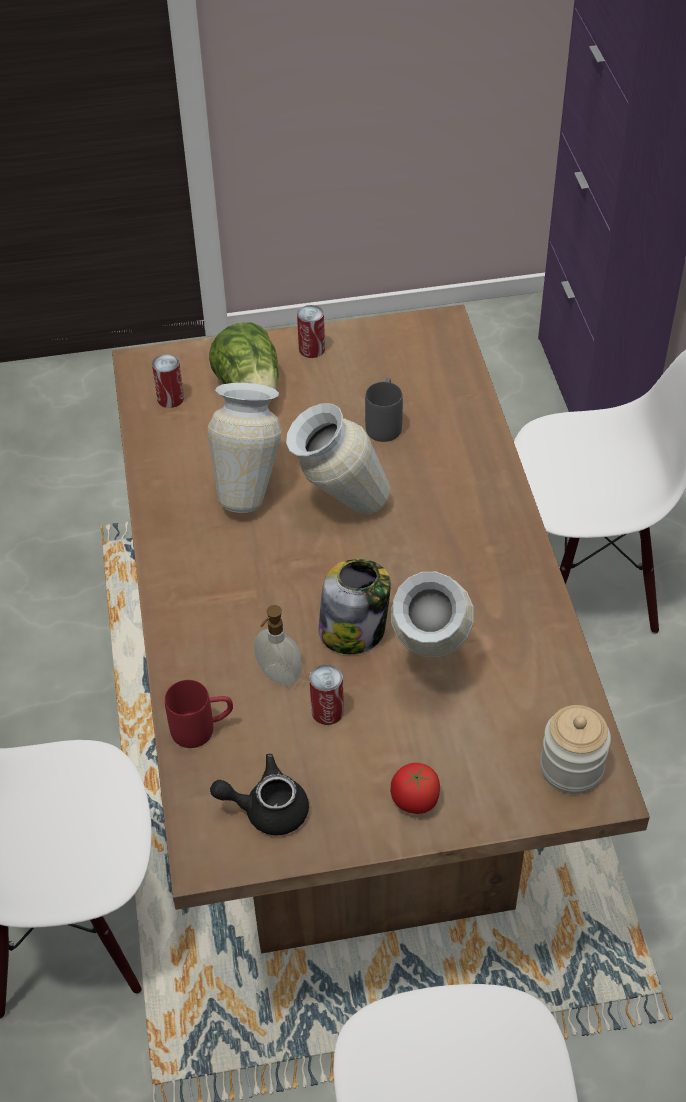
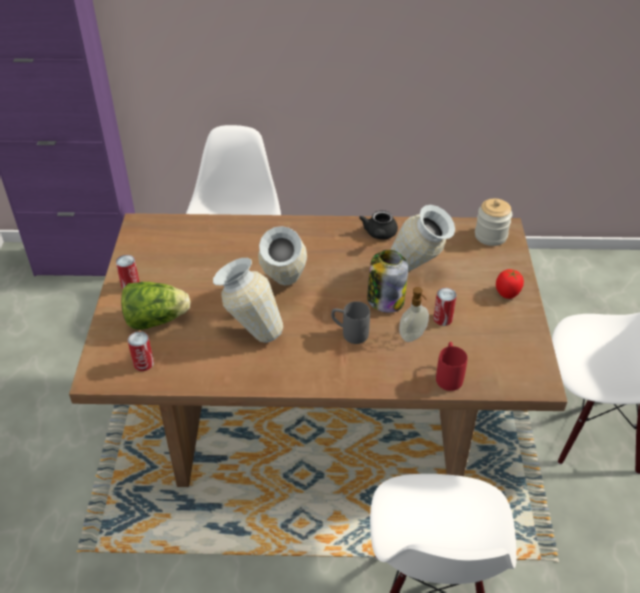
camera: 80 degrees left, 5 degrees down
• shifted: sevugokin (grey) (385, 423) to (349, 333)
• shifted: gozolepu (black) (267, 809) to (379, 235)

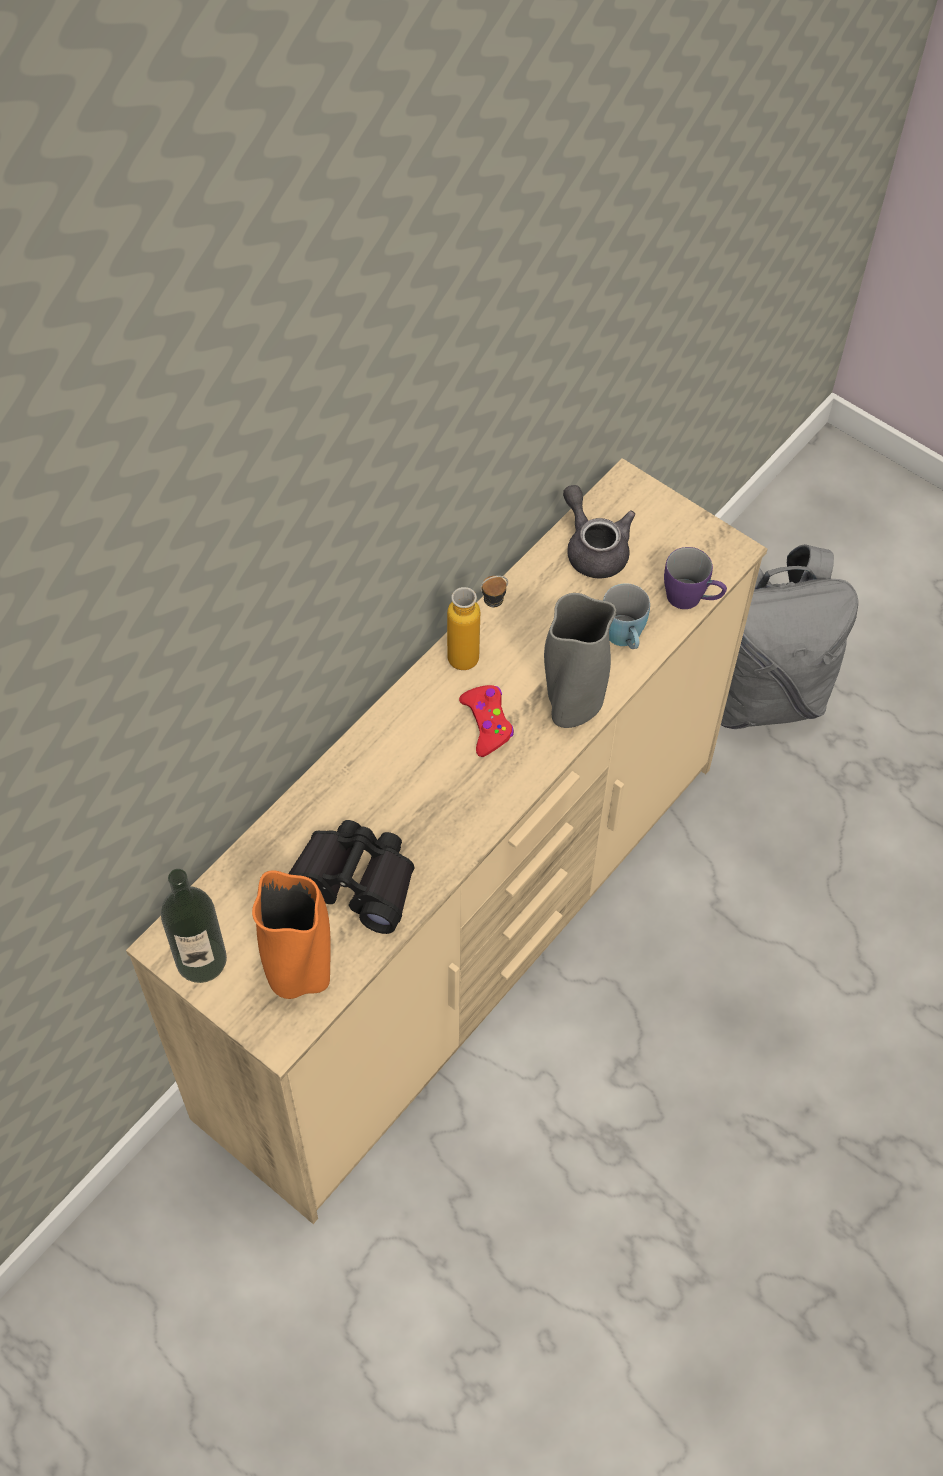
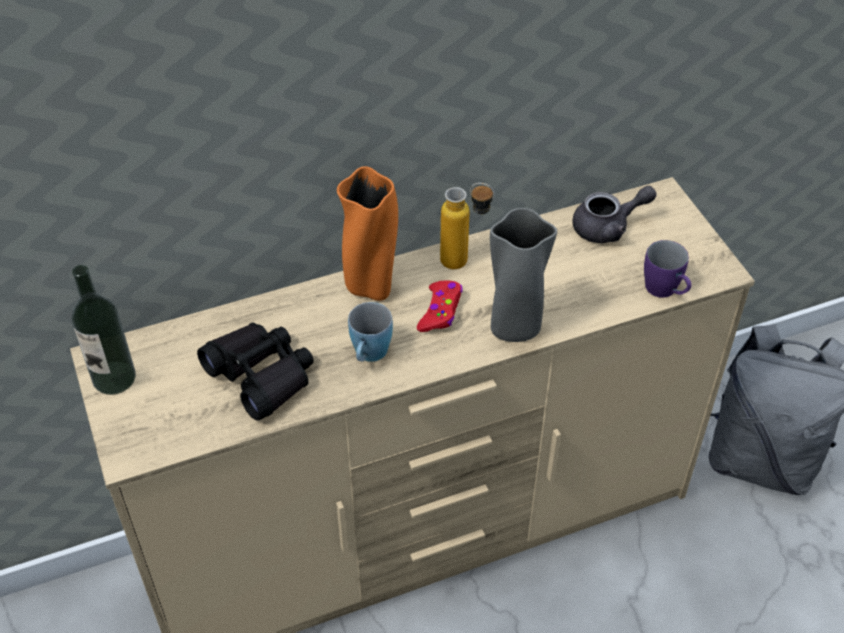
camera: 30 degrees right, 10 degrees down
• shifted: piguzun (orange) (299, 976) to (371, 287)
• shifted: sevugokin (blue) (625, 639) to (369, 355)
• rotated: gozolepu (grey) (594, 548) = (608, 227) 75 degrees clockwise

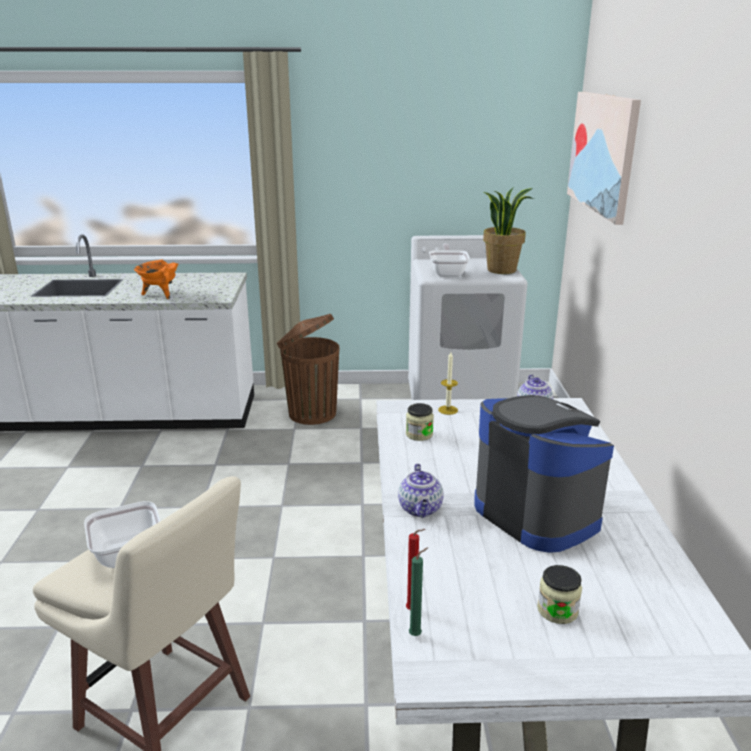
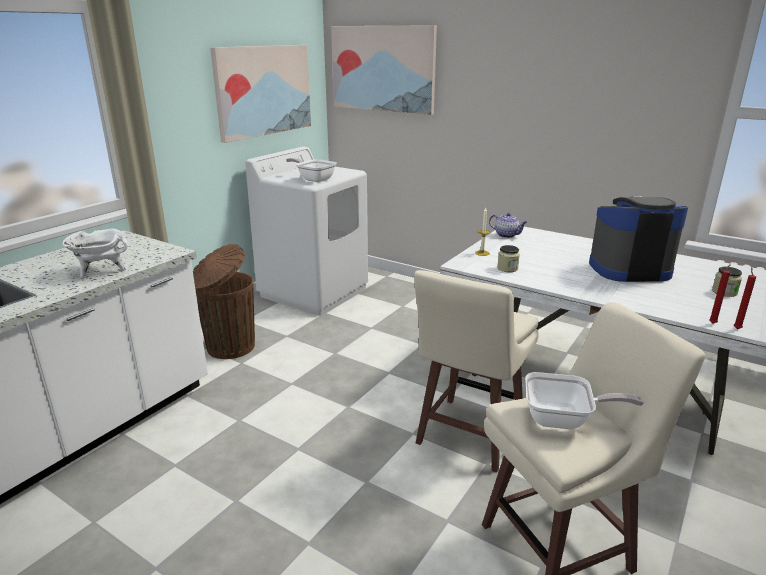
camera: 55 degrees left, 0 degrees up
• repainted: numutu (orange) (160, 294) to numutu (white) (101, 271)
• new: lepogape (263, 90)
• new: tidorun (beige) (468, 435)
• repainted: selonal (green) (417, 635) to selonal (red) (736, 328)
• gone: gozolepu (421, 509)
• gone: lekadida (502, 270)

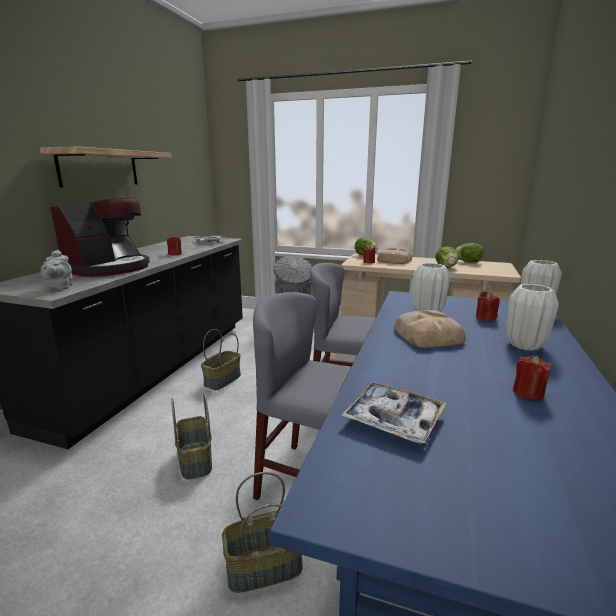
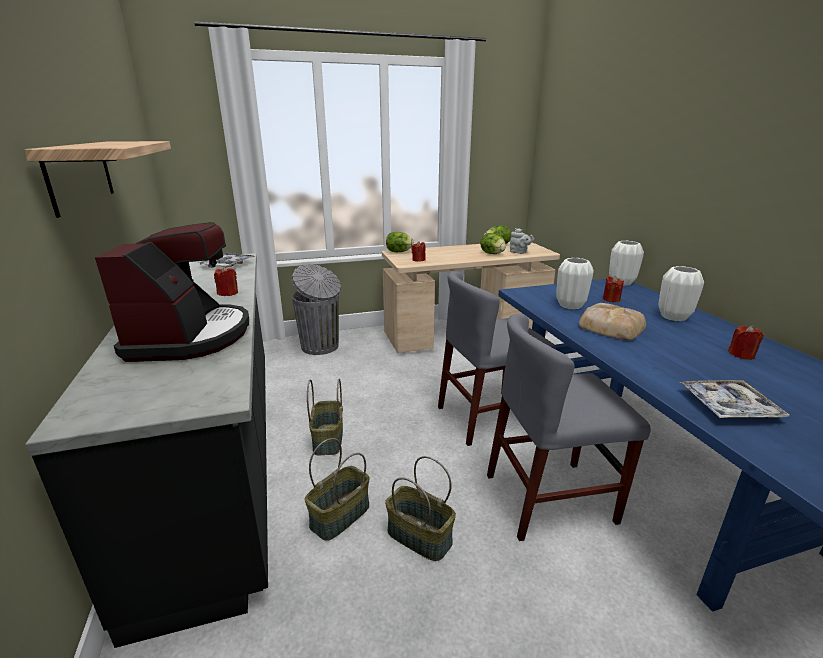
camera: 35 degrees left, 5 degrees up
• shifted: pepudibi (264, 569) to (340, 517)
• shifted: gozolepu (grey) (60, 287) to (519, 252)
• gone: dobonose (394, 260)

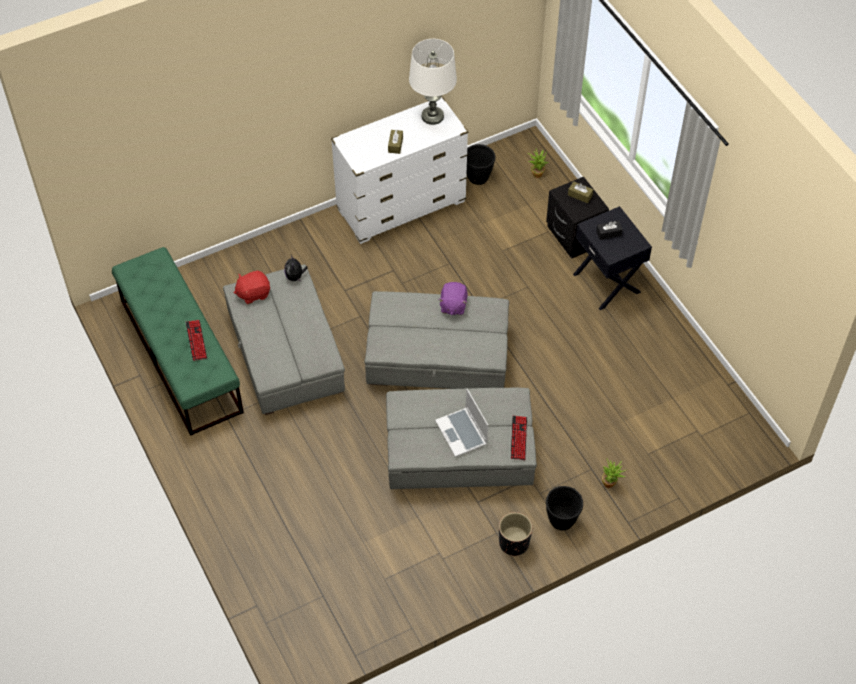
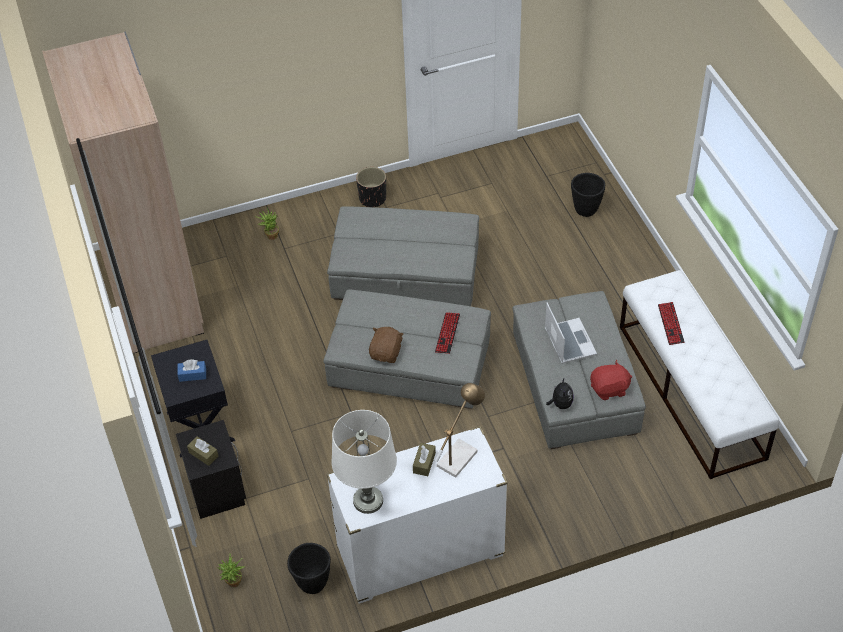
camera: 170 degrees left, 5 degrees down
• new: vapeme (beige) (153, 296)
• repainted: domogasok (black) (608, 233) to domogasok (blue) (192, 375)
• repainted: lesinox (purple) (453, 305) to lesinox (brown) (386, 353)
• shifted: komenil (518, 438) to (447, 333)
• new: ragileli (460, 454)
• shifted: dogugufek (462, 433) to (569, 341)
• shifted: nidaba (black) (561, 521) to (585, 210)
• repainted: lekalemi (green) (180, 355) to lekalemi (white) (691, 391)

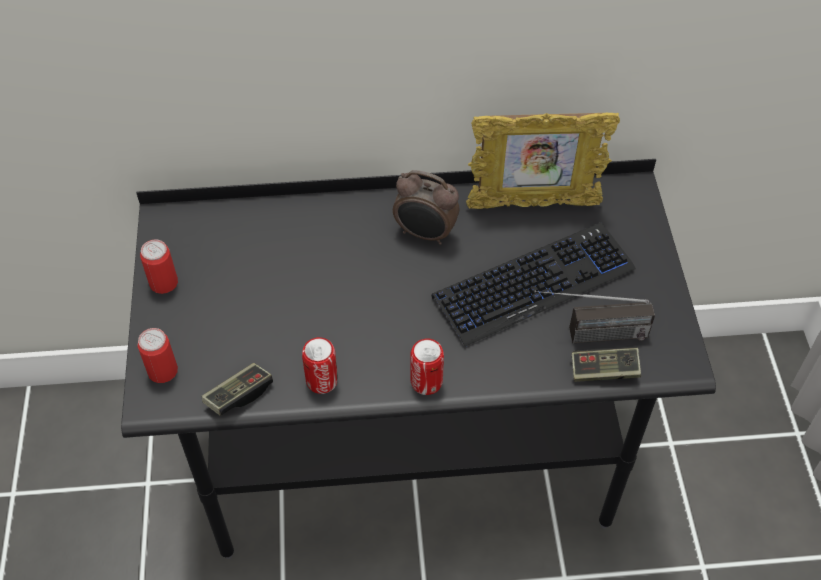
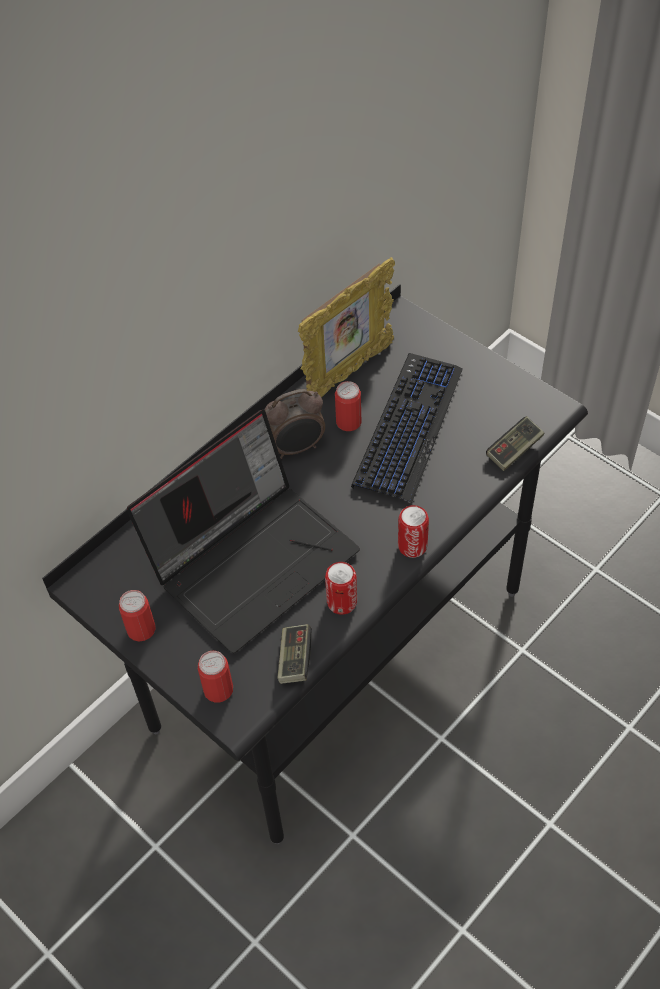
camera: 40 degrees left, 0 degrees up
• new: dogugufek (253, 558)
• new: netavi (348, 422)
• gone: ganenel (588, 336)

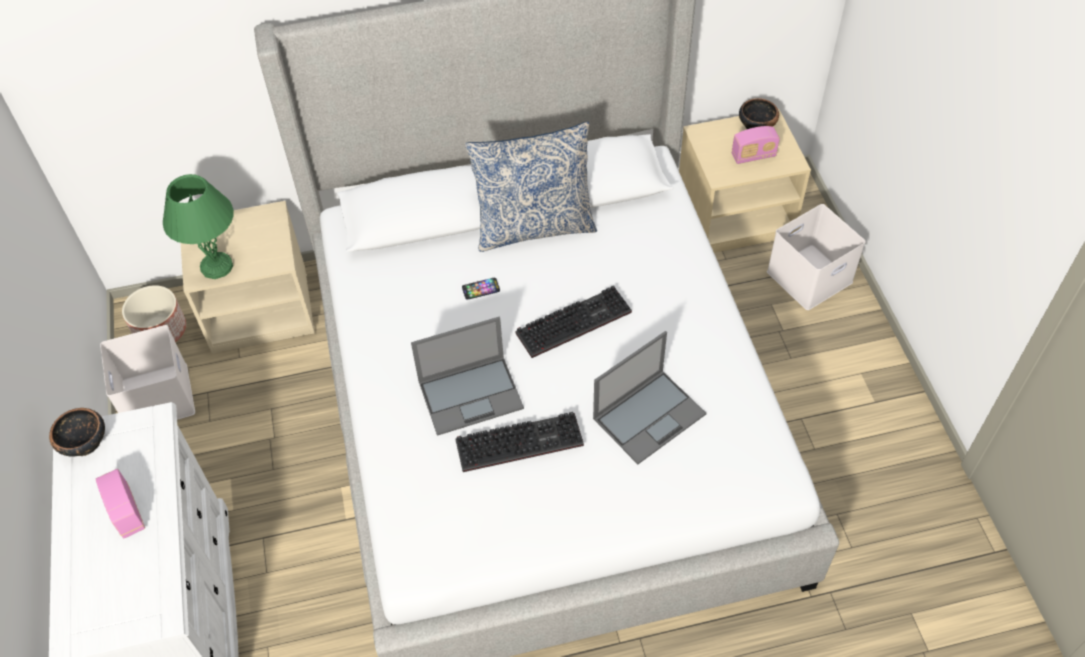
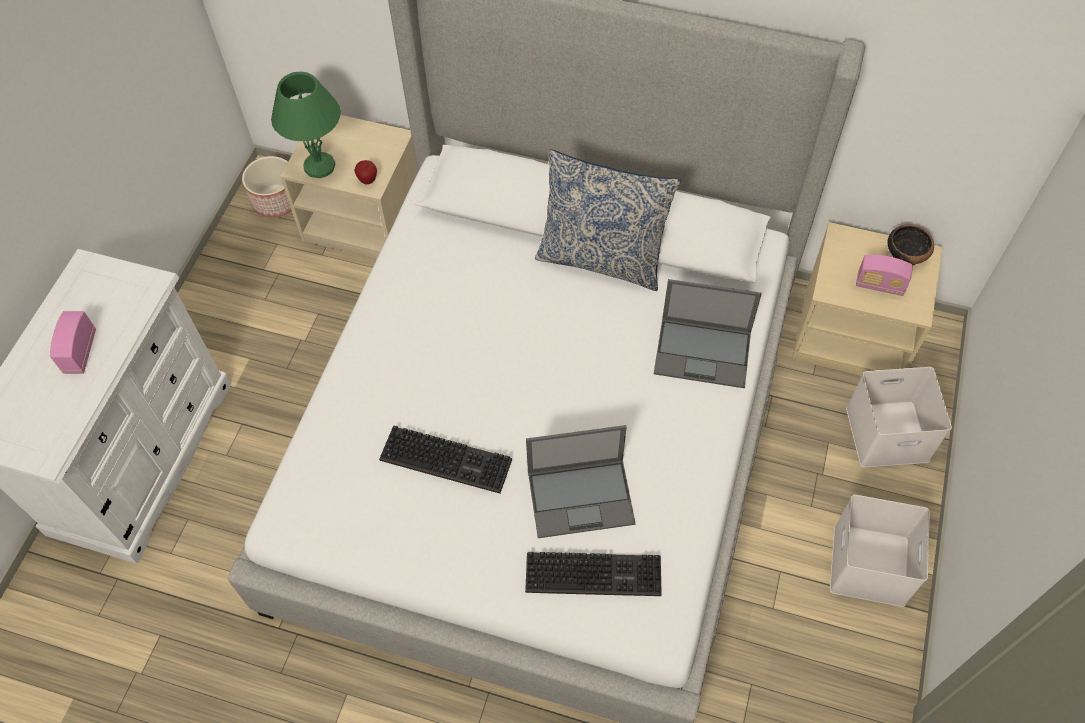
camera: 30 degrees right, 5 degrees up
• new: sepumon (368, 180)
• shifted: komenil (574, 320) to (595, 572)
• shifted: dogugufek (472, 394) to (704, 352)
• shifted: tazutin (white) (160, 398) to (871, 566)
• gone: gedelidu (84, 443)
• gone: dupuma (481, 289)

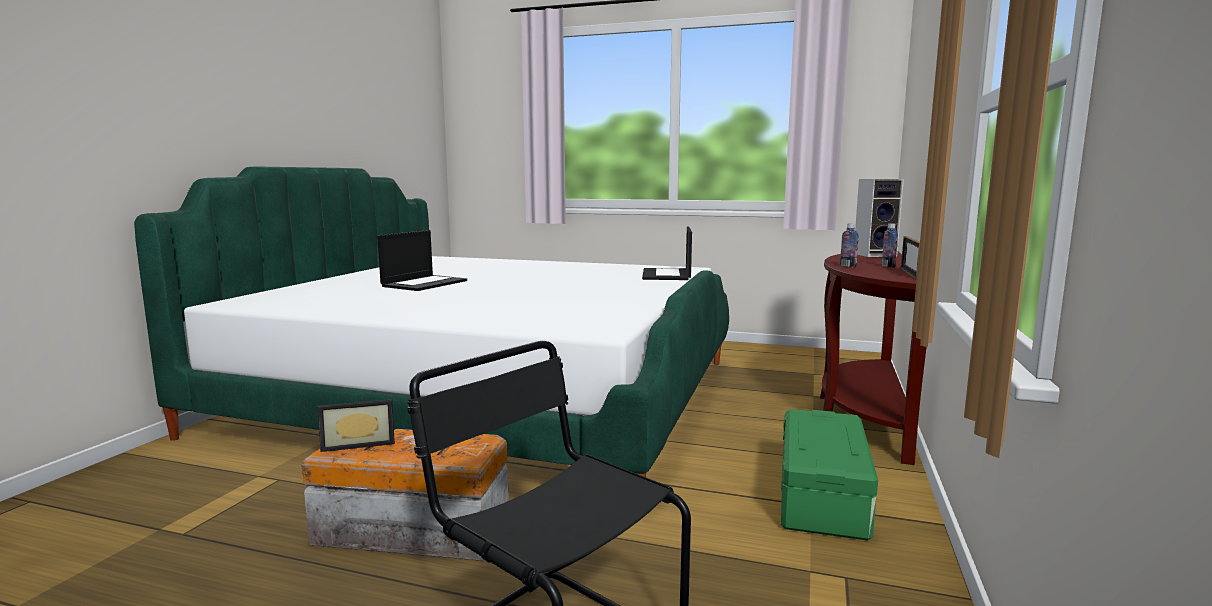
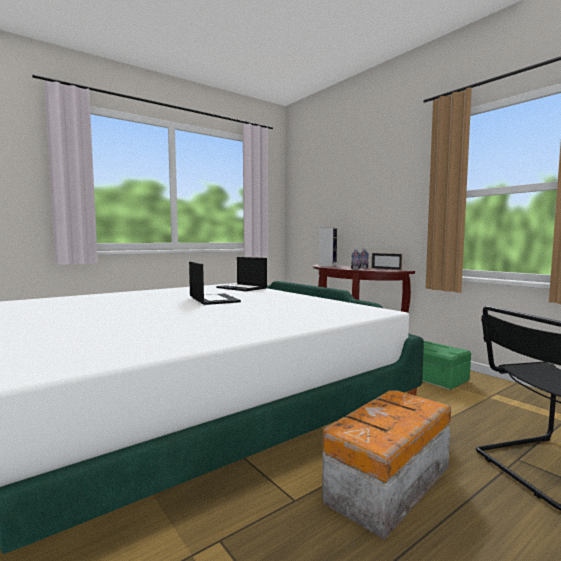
camera: 55 degrees left, 5 degrees down
• shifted: dogugufek (424, 283) to (213, 299)
• gone: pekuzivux (359, 443)

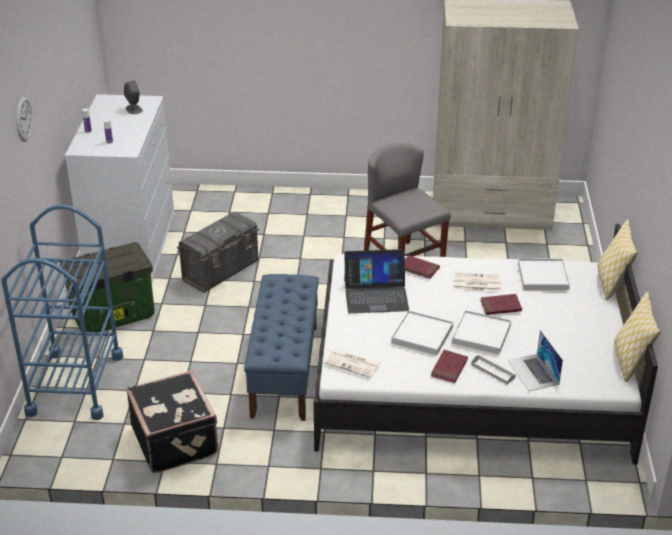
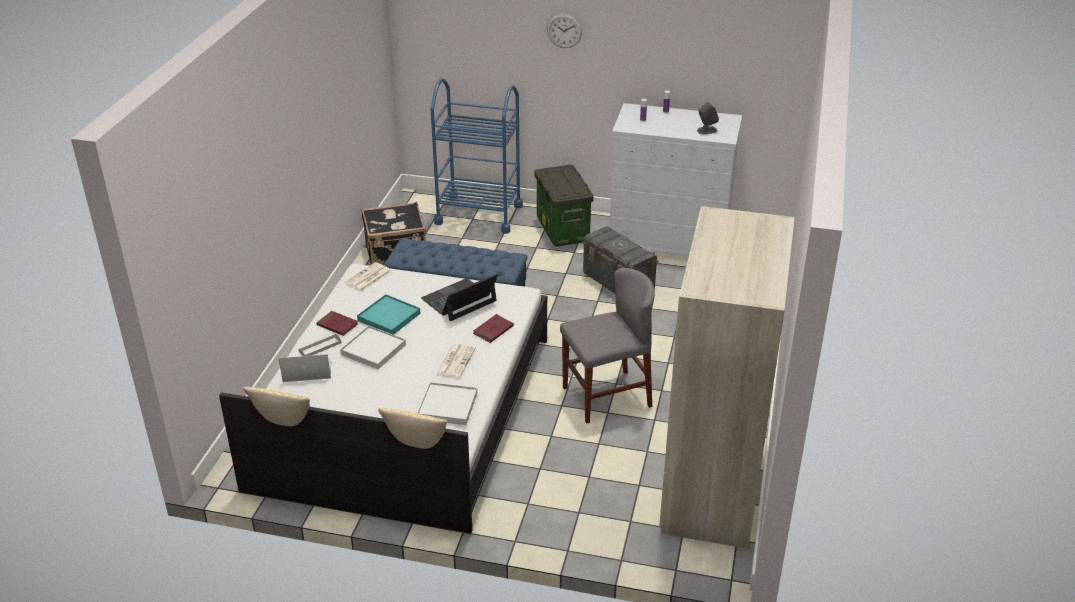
camera: 100 degrees right, 0 degrees up
• repainted: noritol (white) (422, 335) to noritol (turquoise) (389, 317)
• rotated: dogugufek (376, 295) = (459, 300) 45 degrees clockwise
• gone: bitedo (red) (500, 306)

